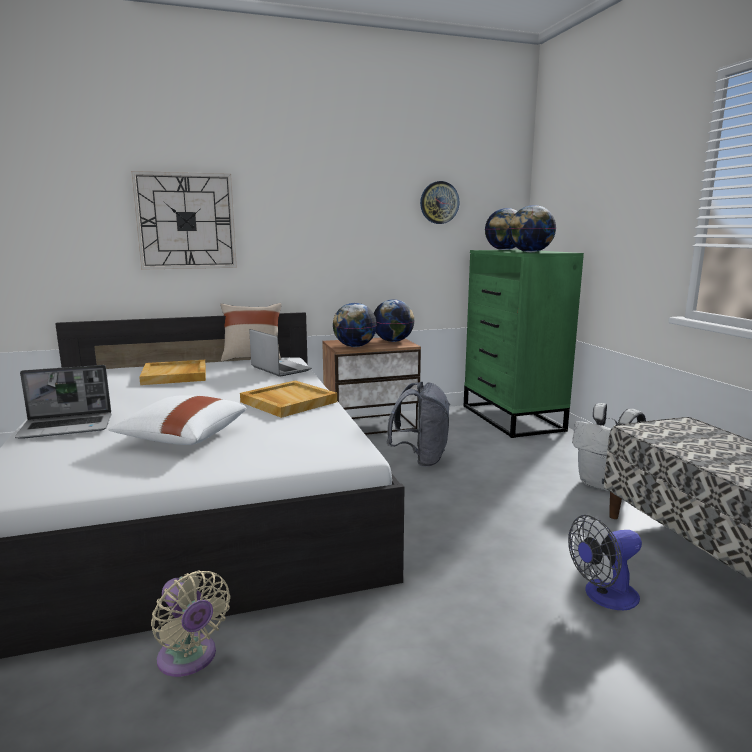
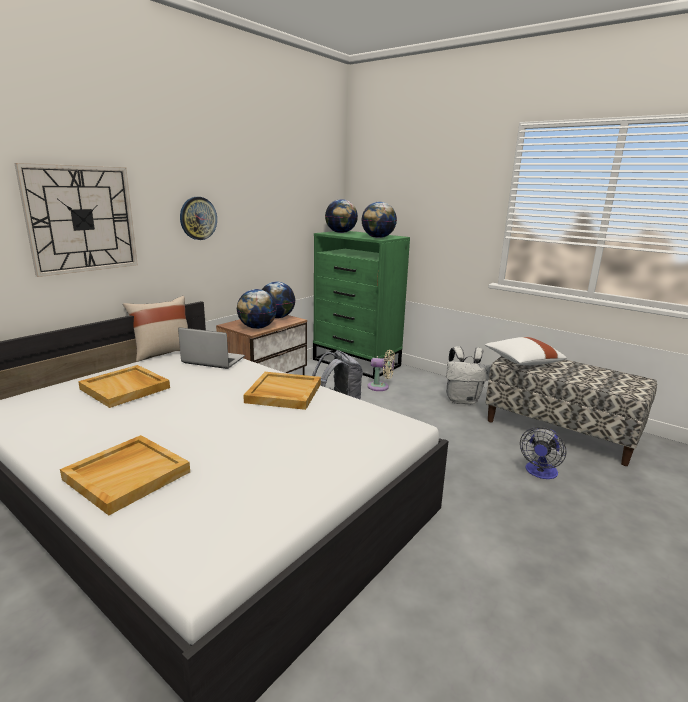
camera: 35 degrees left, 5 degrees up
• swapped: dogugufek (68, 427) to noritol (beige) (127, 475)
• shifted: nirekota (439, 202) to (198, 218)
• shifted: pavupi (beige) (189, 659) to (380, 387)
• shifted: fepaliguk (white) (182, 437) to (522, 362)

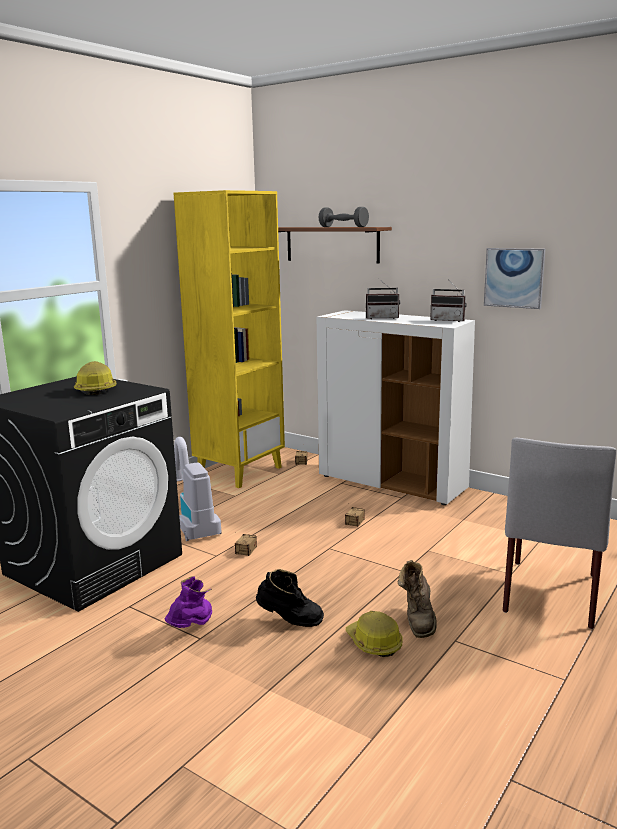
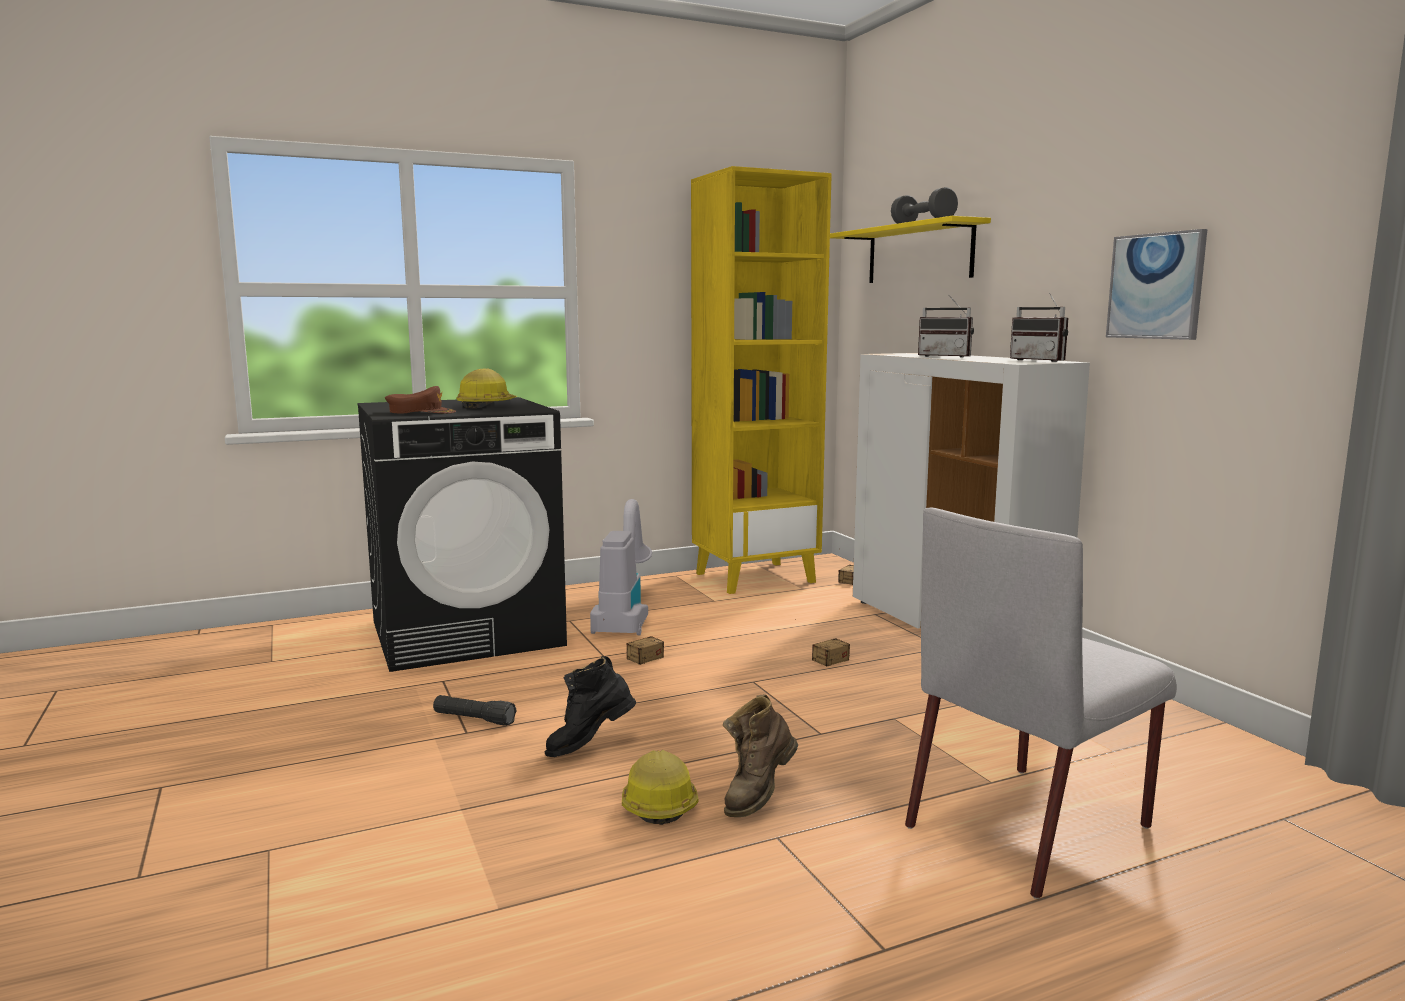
camera: 30 degrees right, 5 degrees down
• new: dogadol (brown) (421, 412)
• swapped: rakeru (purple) (192, 627) to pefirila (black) (474, 719)
• rotated: rakeru (black) (289, 621) = (589, 745) 105 degrees clockwise
• repainted: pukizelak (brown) (332, 244) to pukizelak (yellow) (919, 254)

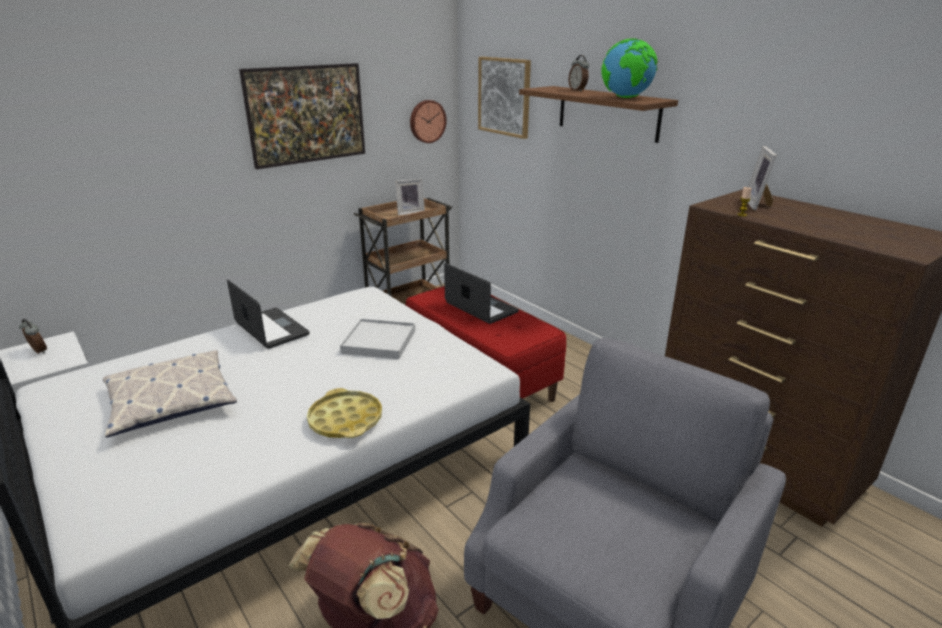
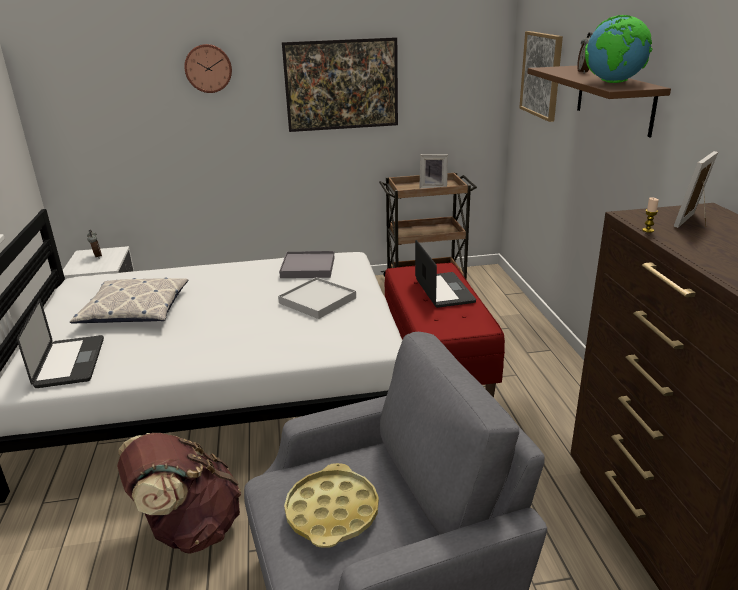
camera: 30 degrees right, 0 degrees up
• shifted: dogugufek (271, 329) to (70, 362)
• shifted: nirekota (427, 121) to (208, 68)
• new: noritol (grey) (308, 267)
• shifted: noritol (yellow) (345, 420) to (332, 512)

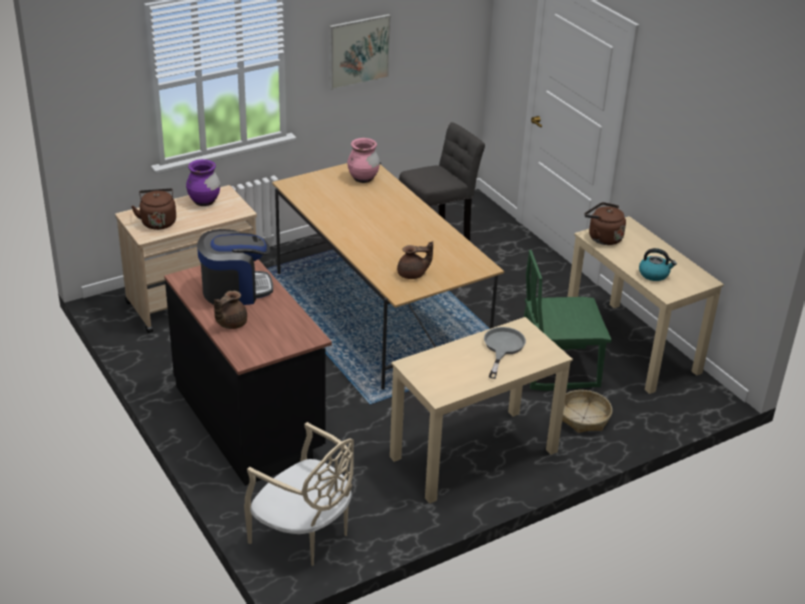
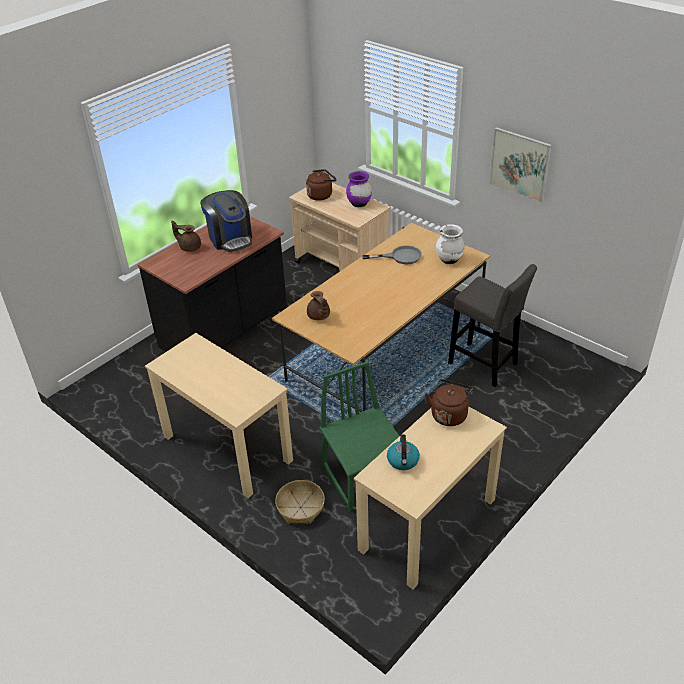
camera: 75 degrees right, 5 degrees up
• shifted: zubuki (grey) (502, 348) to (400, 256)
• repainted: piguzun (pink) (363, 179) to piguzun (white) (449, 260)
• gone: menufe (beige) (304, 535)

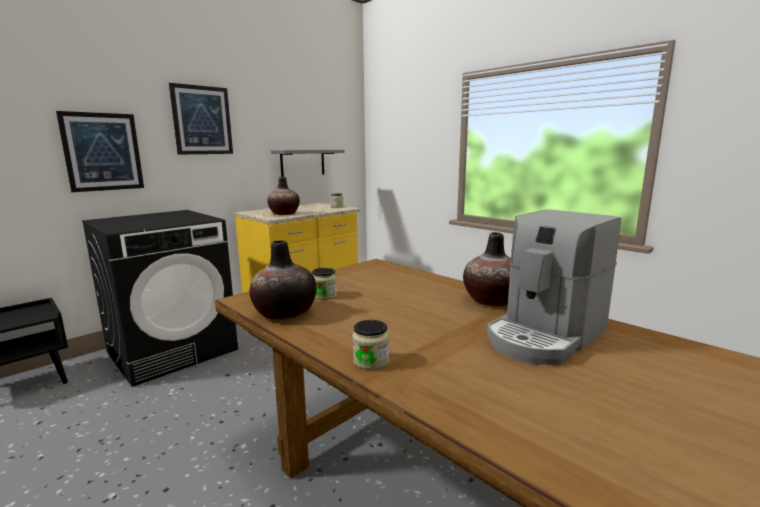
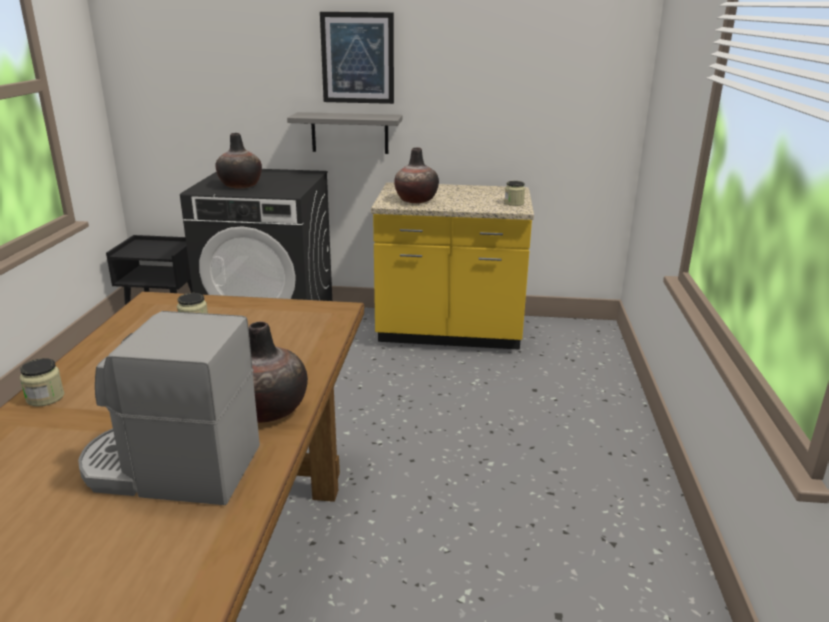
camera: 50 degrees right, 10 degrees up
• shifted: piguzun (285, 313) to (240, 186)
• shifted: pukizelak (grey) (302, 162) to (349, 133)
• gone: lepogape (102, 152)

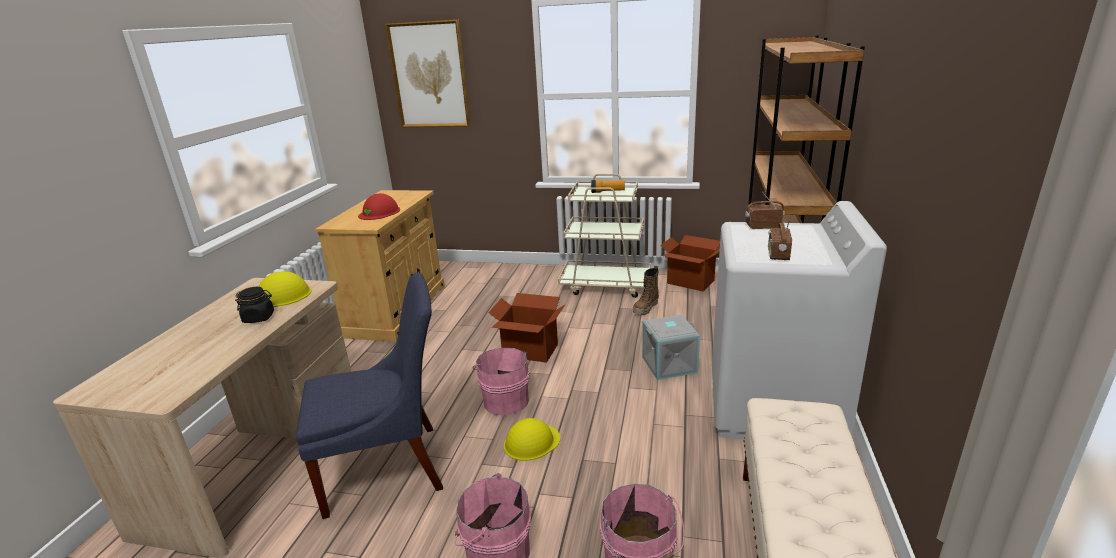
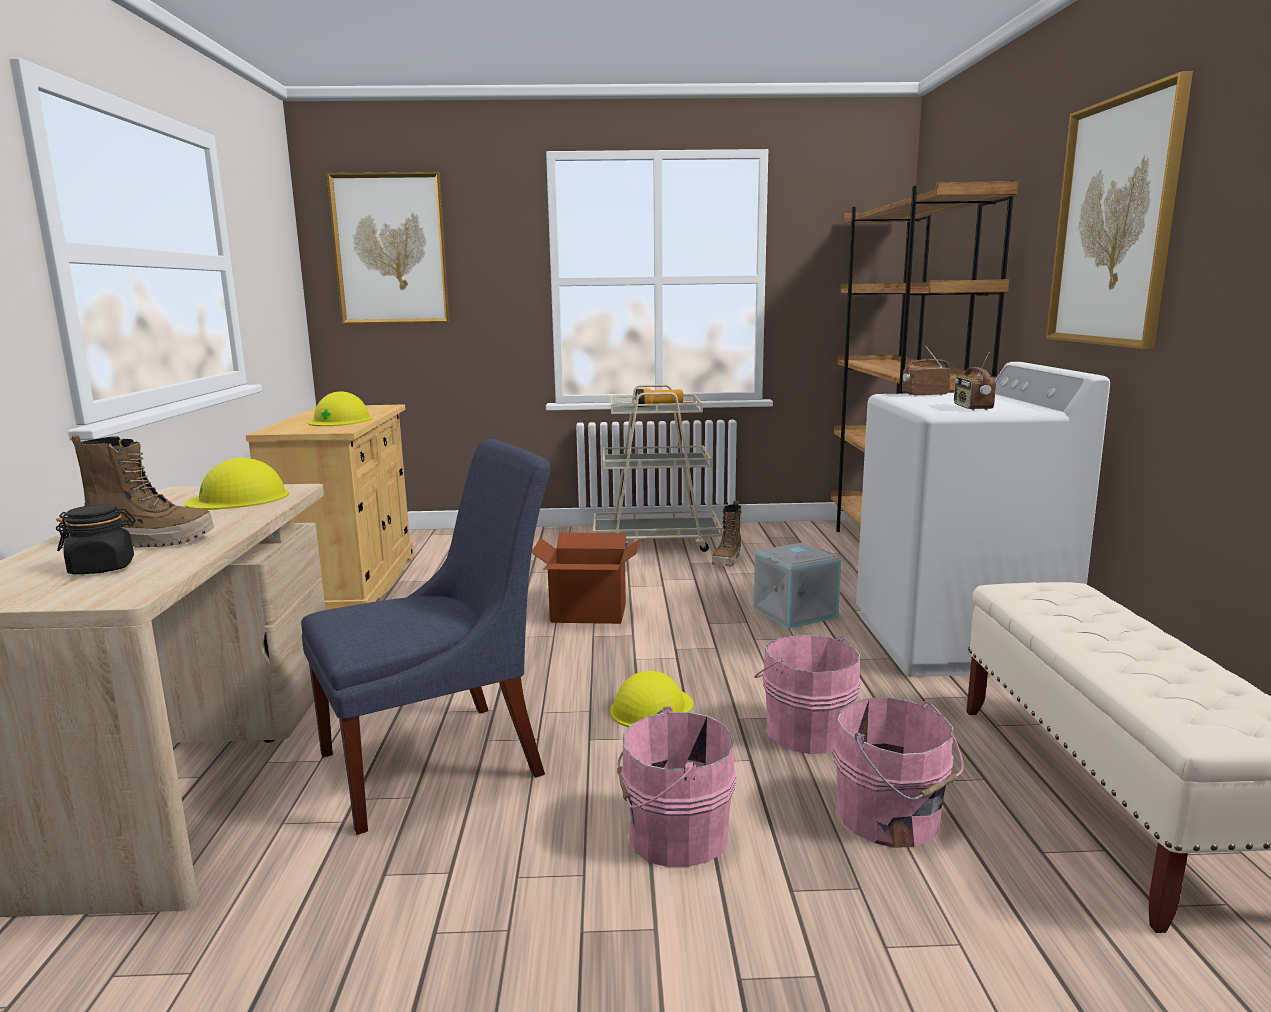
camera: 15 degrees left, 10 degrees down
• shifted: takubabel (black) (259, 318) to (103, 568)
• new: rakeru (152, 543)
• repainted: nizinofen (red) (379, 212) to nizinofen (yellow) (340, 420)
• shifted: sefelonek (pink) (505, 399) to (806, 730)
• new: lepogape (1114, 223)
• gone: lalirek (690, 282)

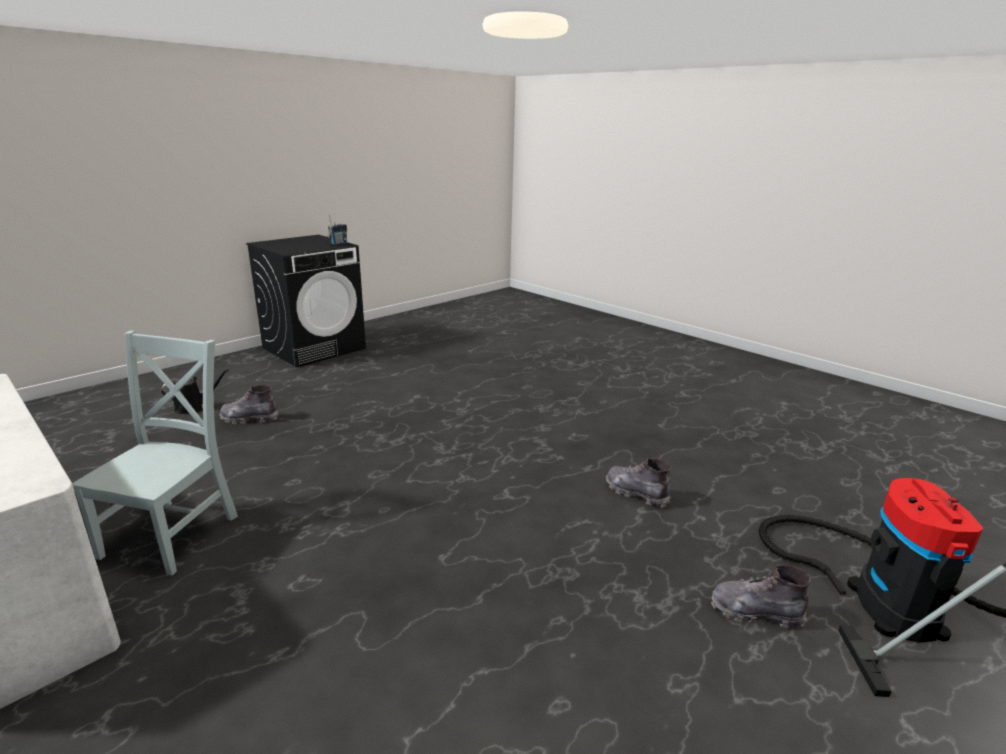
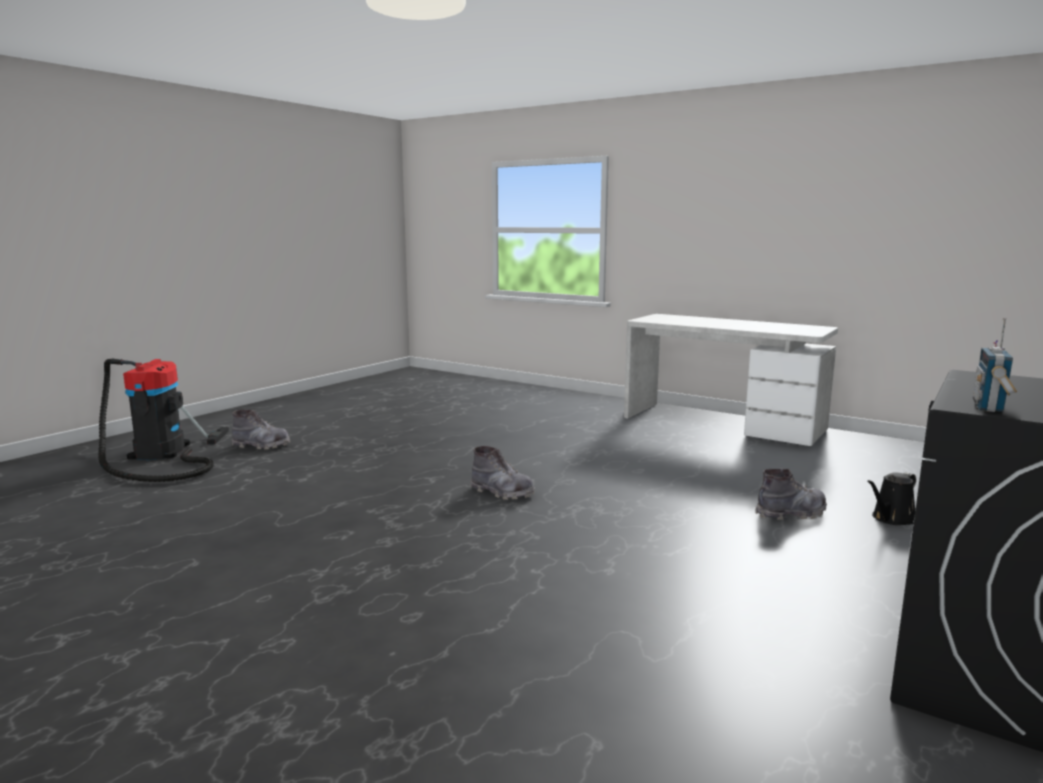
camera: 170 degrees right, 10 degrees down
• shifted: rakeru (grey) (636, 493) to (502, 492)
• gone: menufe (grey) (175, 533)

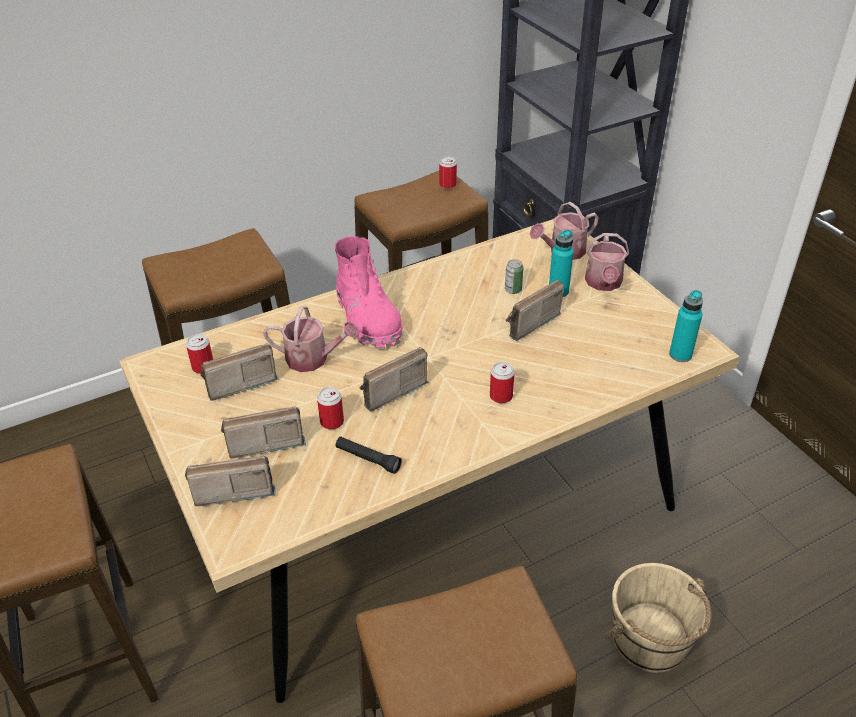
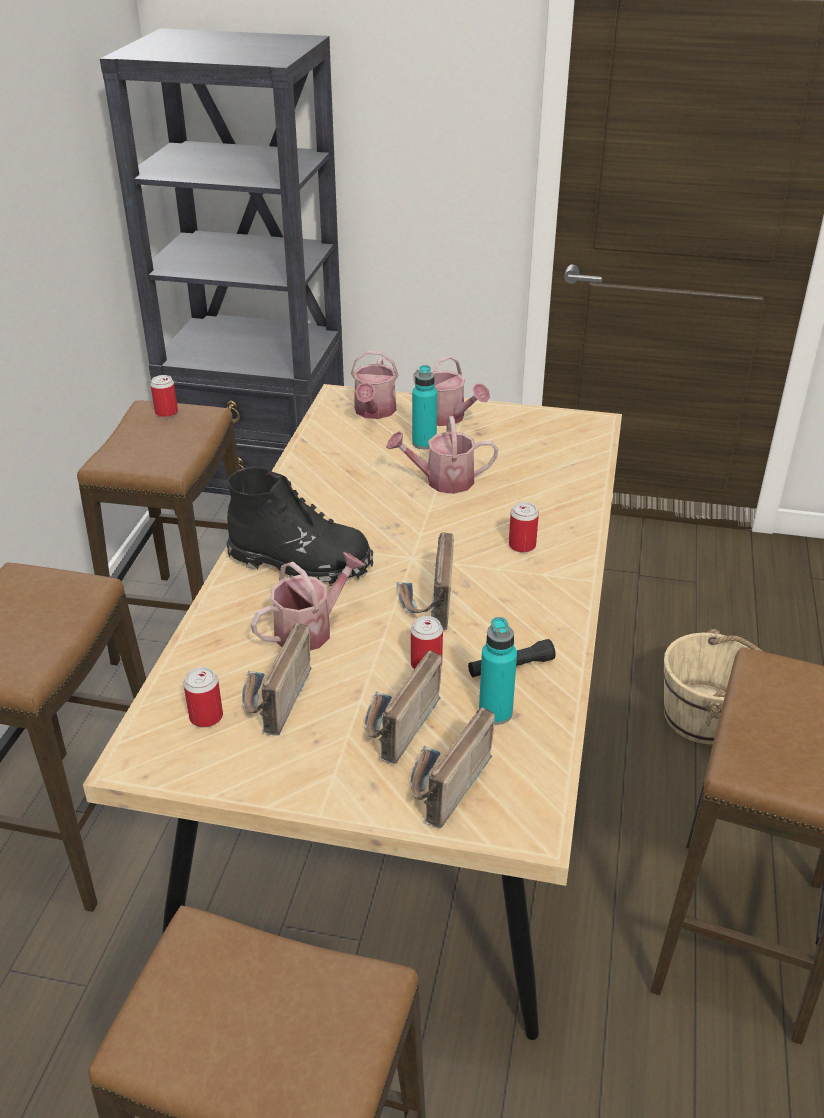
camera: 50 degrees left, 5 degrees down
• repainted: rakeru (pink) (368, 319) to rakeru (black) (300, 563)
• swapped: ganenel (526, 323) to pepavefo (442, 481)
• shifted: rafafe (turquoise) (680, 355) to (495, 713)
• gone: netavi (513, 290)

